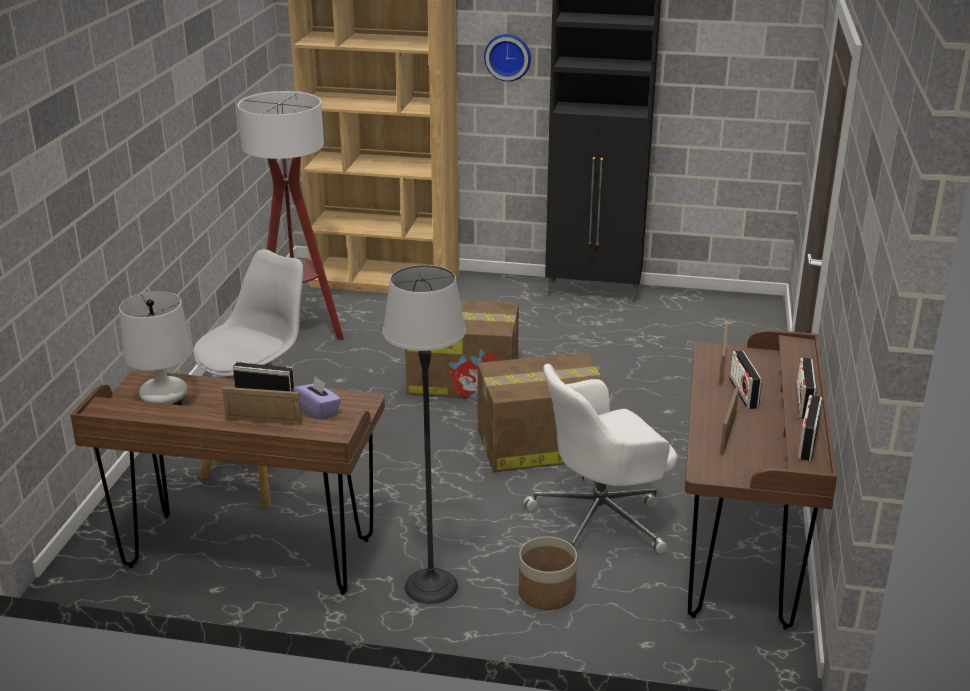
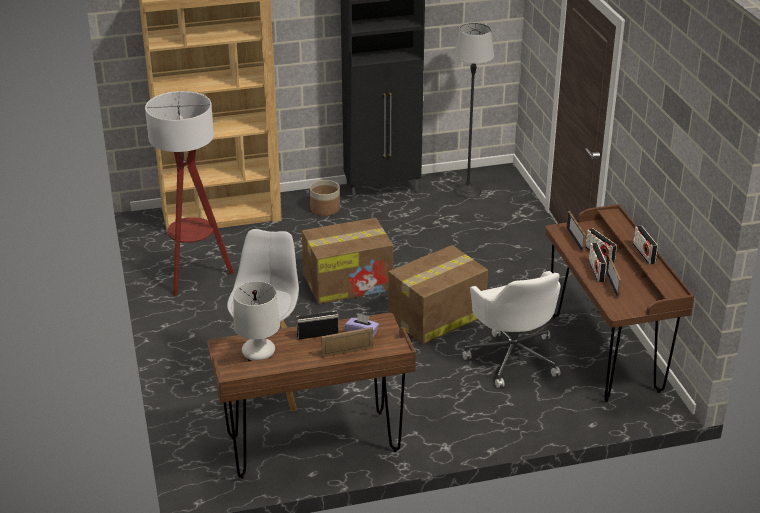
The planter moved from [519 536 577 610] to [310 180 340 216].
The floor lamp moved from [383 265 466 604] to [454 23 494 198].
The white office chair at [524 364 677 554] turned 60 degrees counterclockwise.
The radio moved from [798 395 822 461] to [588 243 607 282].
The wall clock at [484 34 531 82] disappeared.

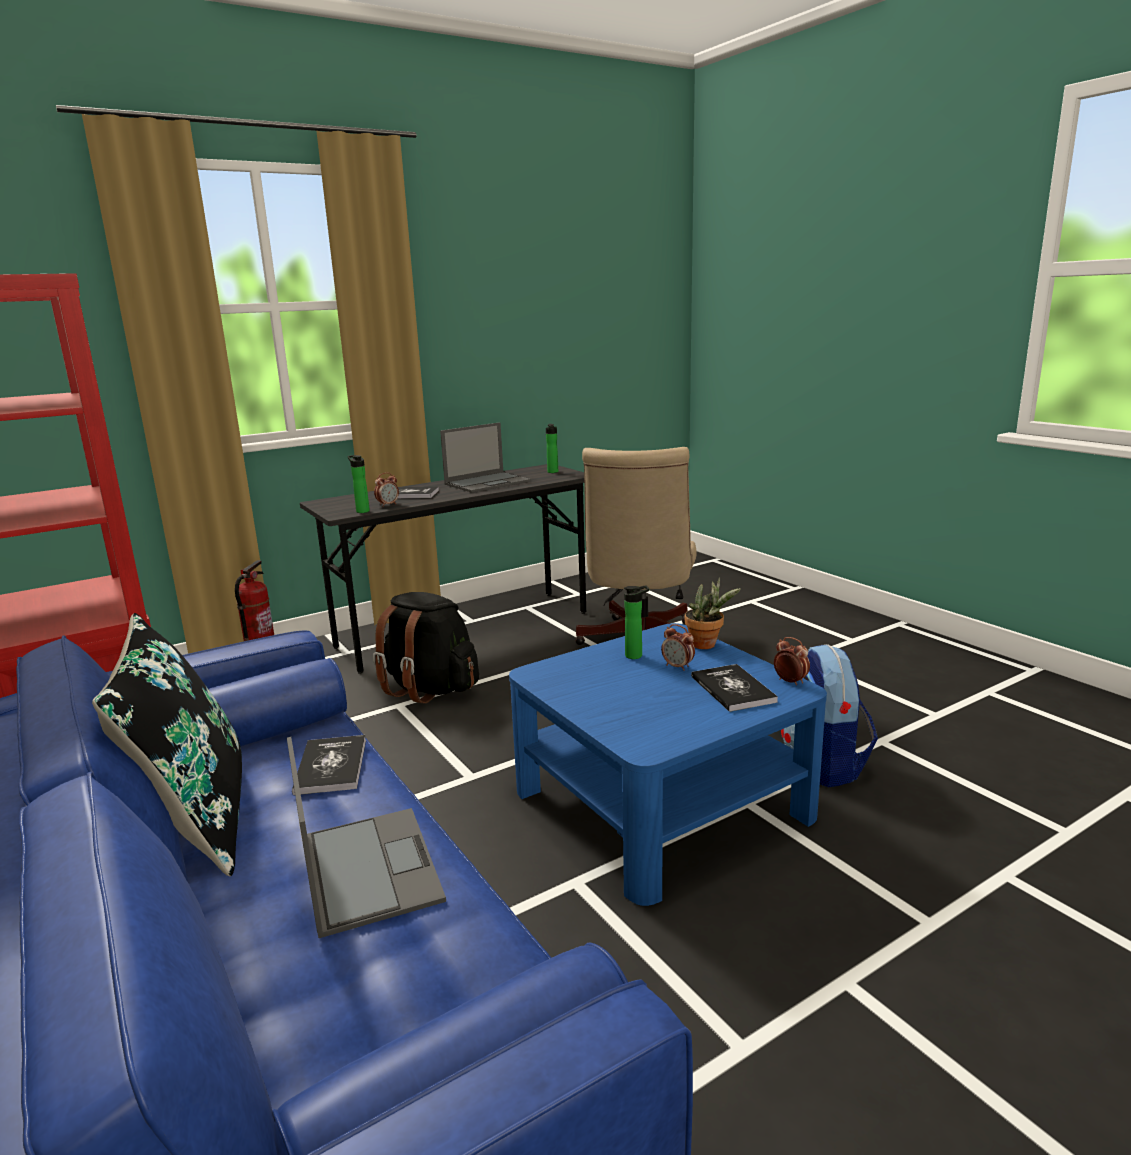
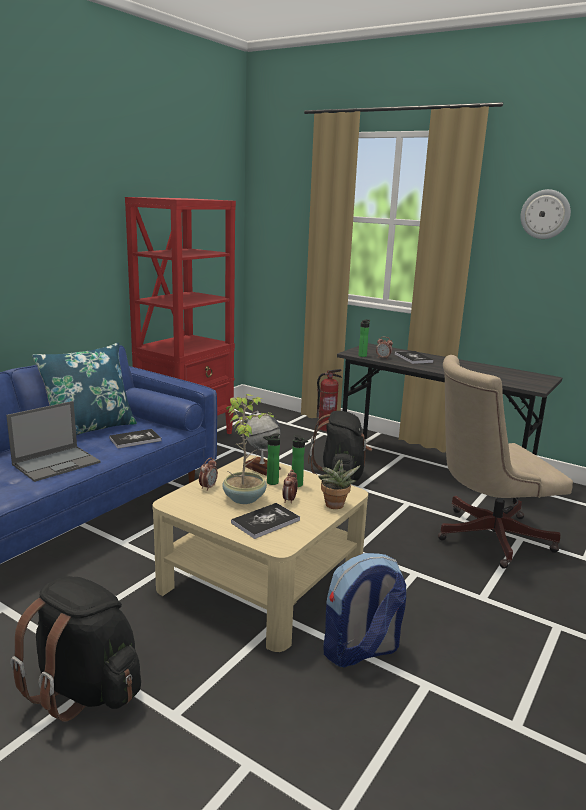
The black backpack at [10 576 141 722] appeared.
The black pillow at [92 613 242 876] became the blue pillow at [32 343 137 435].
The blue coffee table at [509 623 827 906] became the beige coffee table at [152 455 368 652].
The alarm clock moved from [774 637 810 685] to [199 458 218 491].
The potted plant at [222 394 275 504] appeared.
The globe at [245 411 281 476] appeared.
The bottle moved from [546 424 558 473] to [263 433 280 485].
The wall clock at [521 189 571 239] appeared.
The laptop at [440 422 531 493] disappeared.

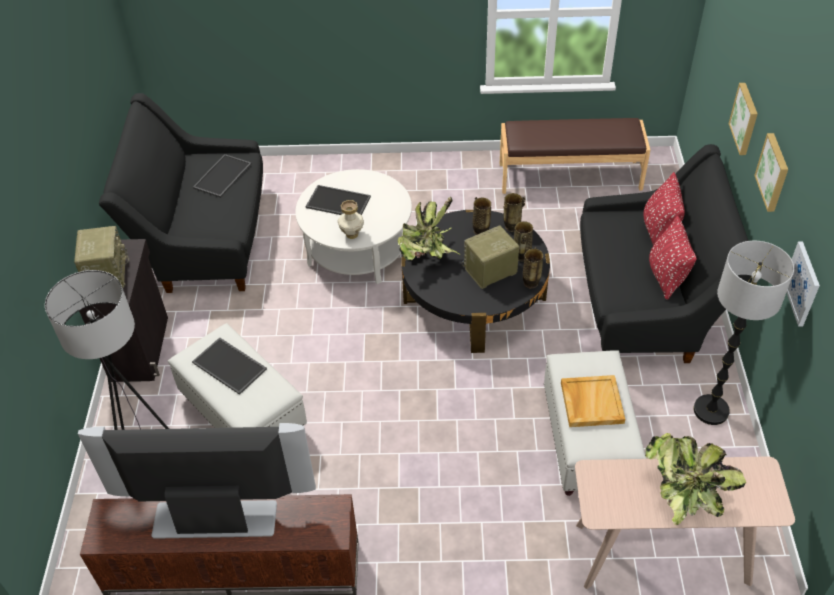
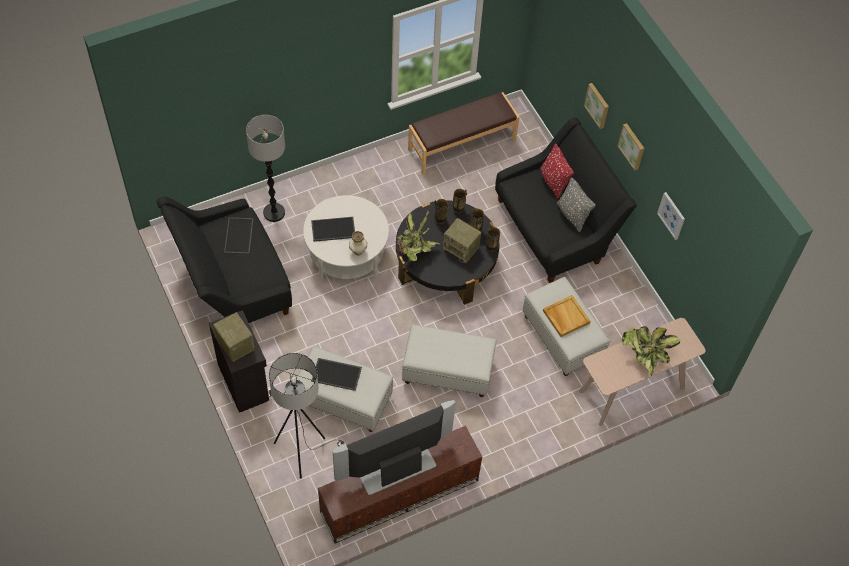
The floor lamp moved from [693 241 794 425] to [246 115 285 222].
The white ottoman at [402 324 496 397] appeared.
The radio at [462 225 519 289] turned 90 degrees counterclockwise.
The red pillow at [649 216 697 300] became the grey pillow at [556 177 596 232].

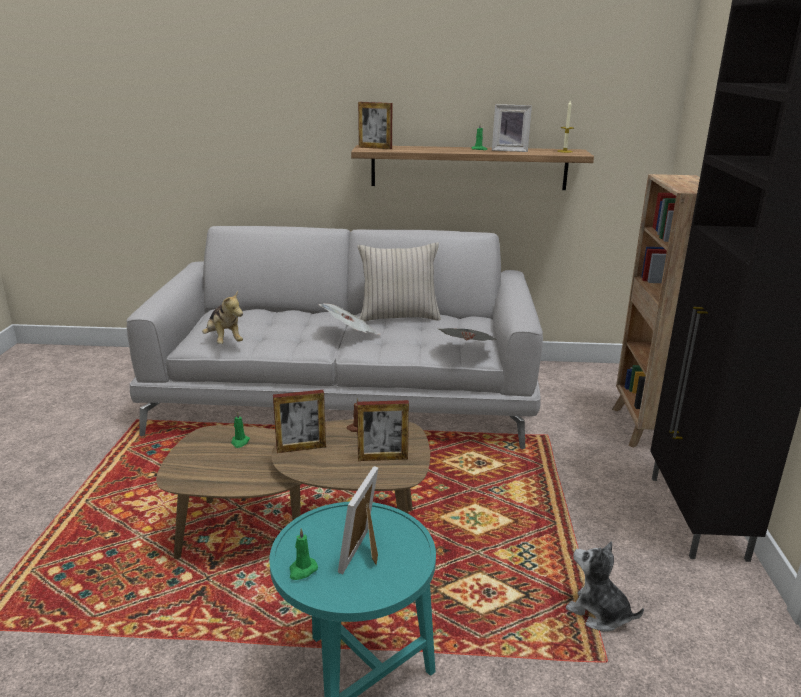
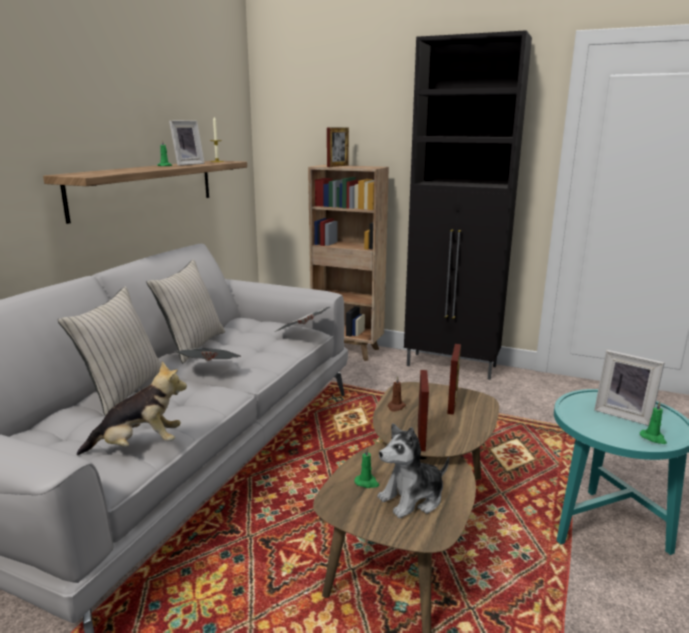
The beige pillow at [58 286 162 416] appeared.
The picture frame moved from [358 102 392 149] to [327 128 349 167].
The plush toy moved from [566 541 644 632] to [377 423 449 518].

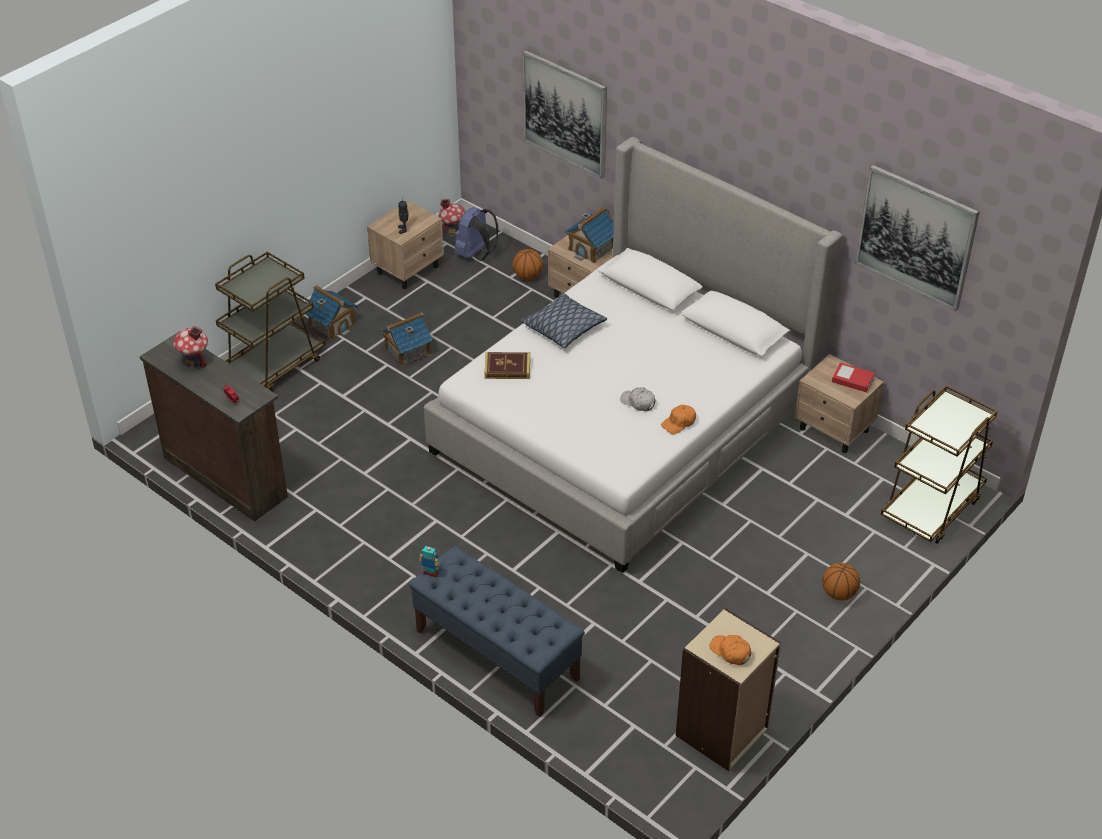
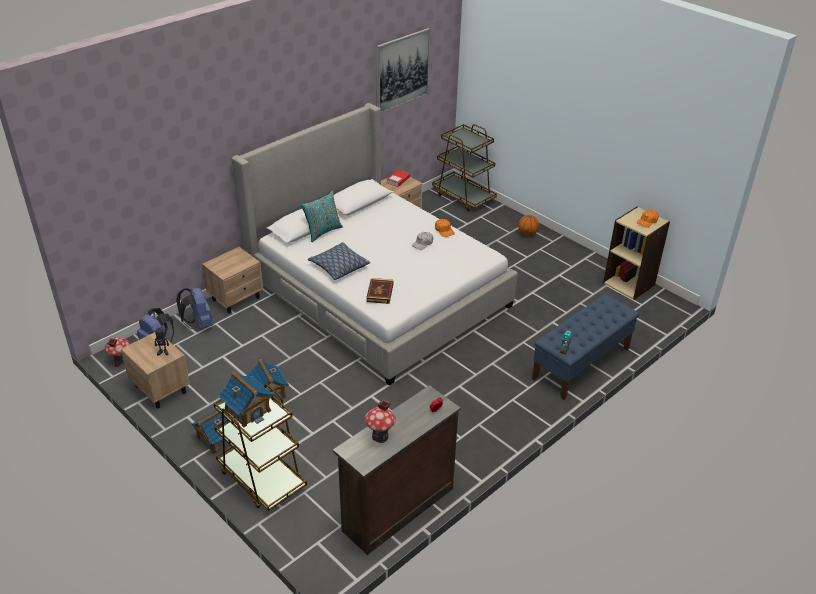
The basketball at [513 249 543 280] was replaced by the blue backpack at [176 288 214 329].
The toy house moved from [565 207 614 263] to [218 371 273 428].
The turquoise pillow at [301 190 343 242] appeared.
The picture at [522 50 607 179] disappeared.

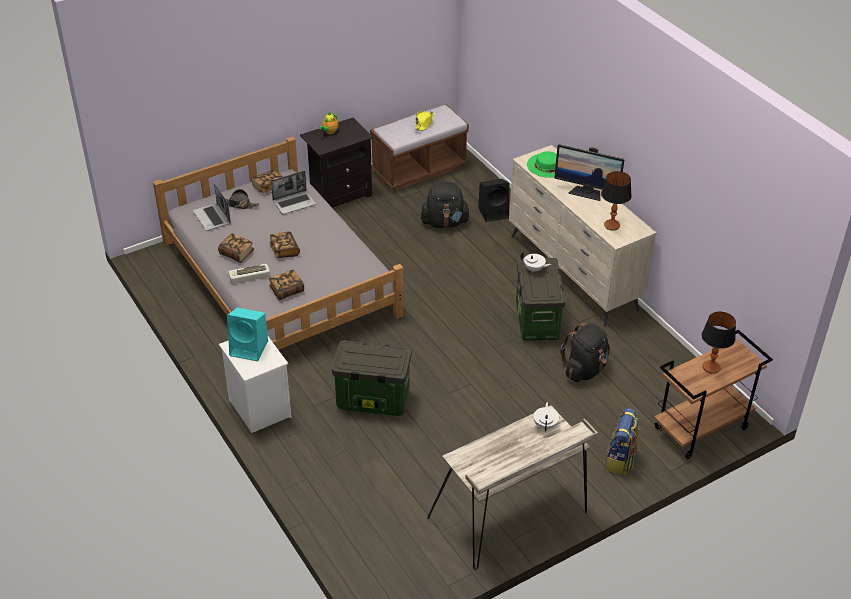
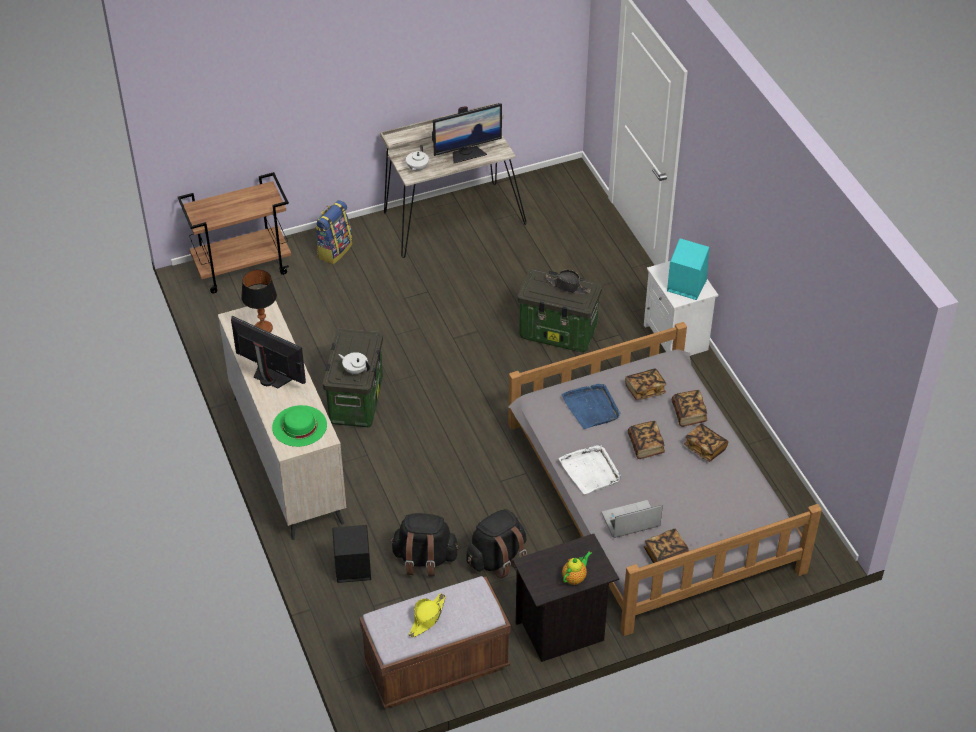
The monitor at [432 103 502 163] appeared.
The black backpack moved from [560 323 610 382] to [466 509 527 579].
The black hat moved from [226 189 259 209] to [545 270 591 294].
The white tray at [559 445 621 494] appeared.
The blue tray at [561 384 620 429] appeared.
The keyboard at [228 264 270 284] was replaced by the book at [672 390 707 427].
The laptop at [193 183 231 231] disappeared.
The table lamp at [702 312 736 374] disappeared.

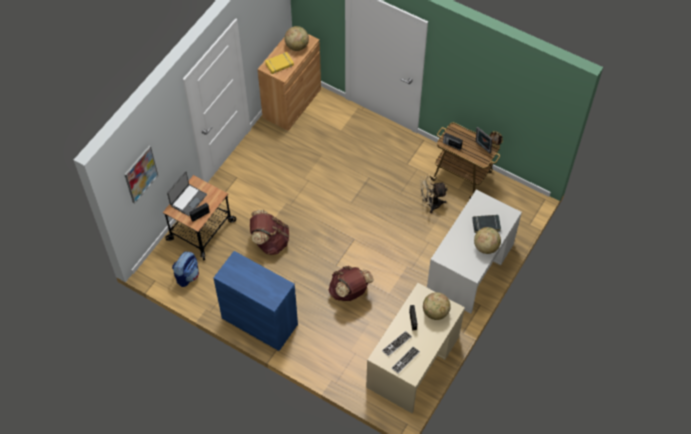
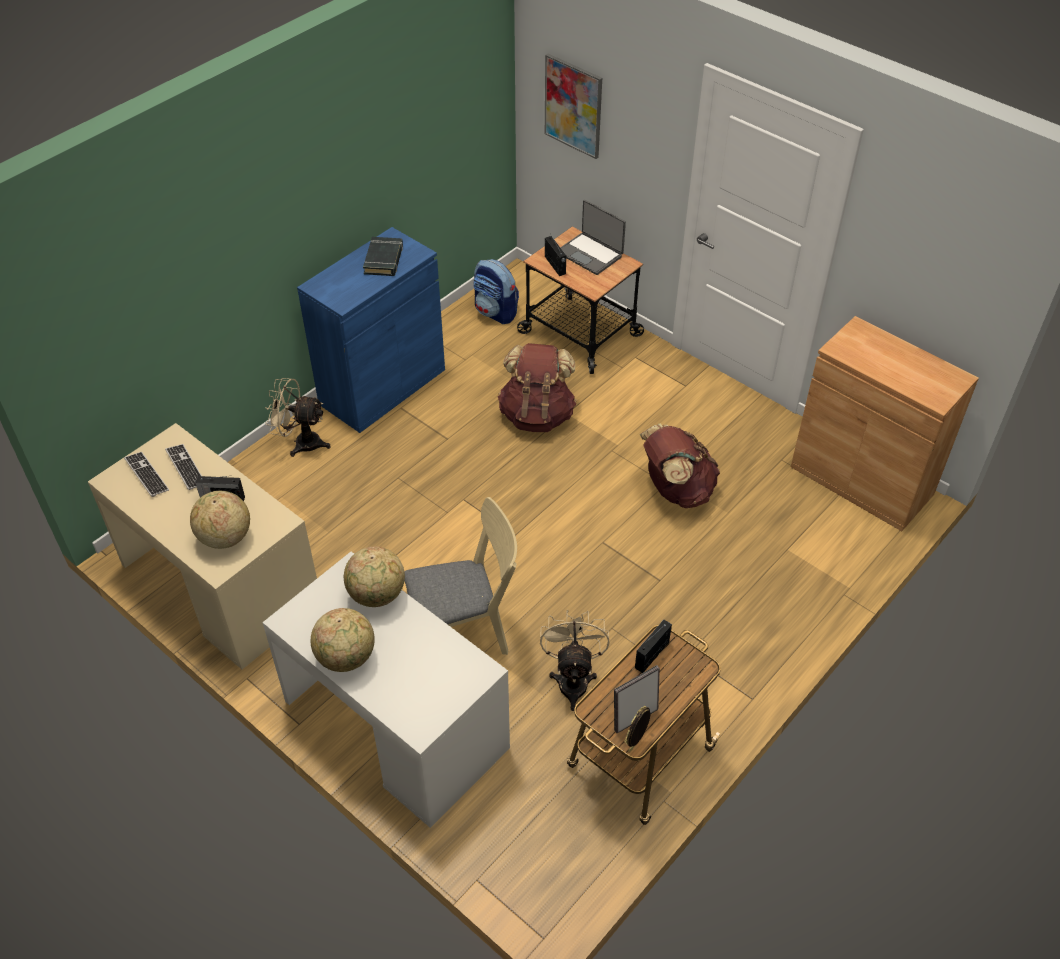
The beige fan at [265 378 331 457] appeared.
The globe moved from [284 26 309 51] to [344 546 405 607].
The black book moved from [472 214 501 233] to [363 237 403 276].
The beige chair at [404 497 517 655] appeared.
The brown backpack moved from [328 266 374 301] to [640 424 720 508].
The yellow book at [265 52 294 74] disappeared.

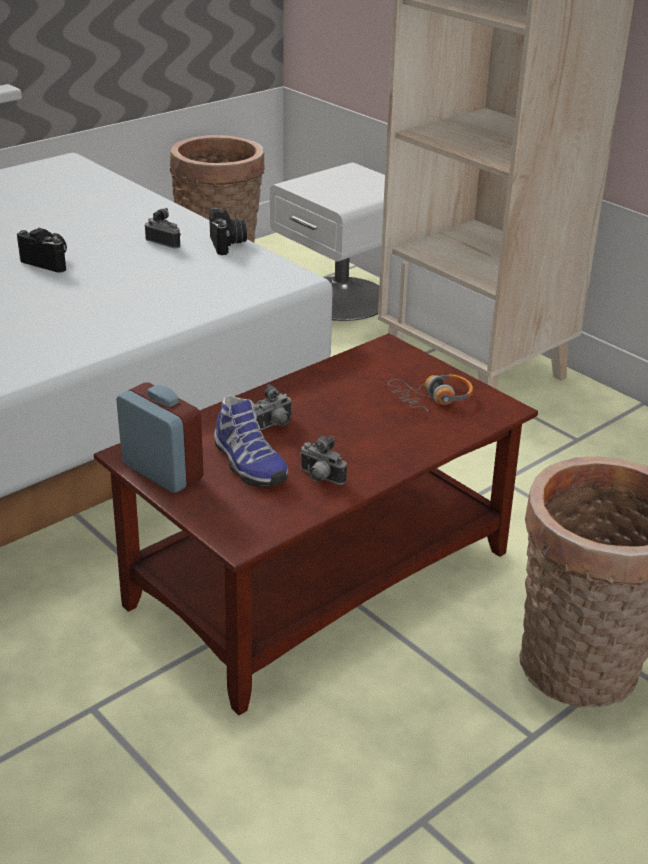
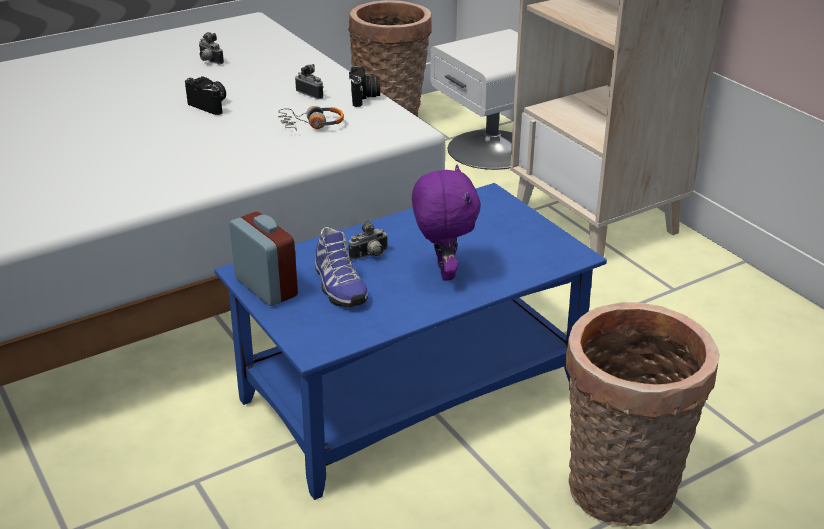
The photo camera moved from [300 436 347 485] to [199 32 224 64].
The brown coffee table at [94 333 538 715] became the blue coffee table at [215 183 607 500].
The headphones moved from [388 374 473 411] to [278 106 344 131].
The purple plush toy at [412 165 481 281] appeared.

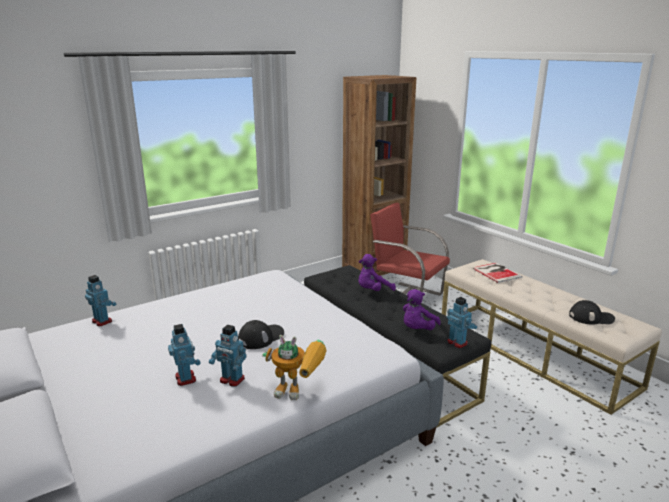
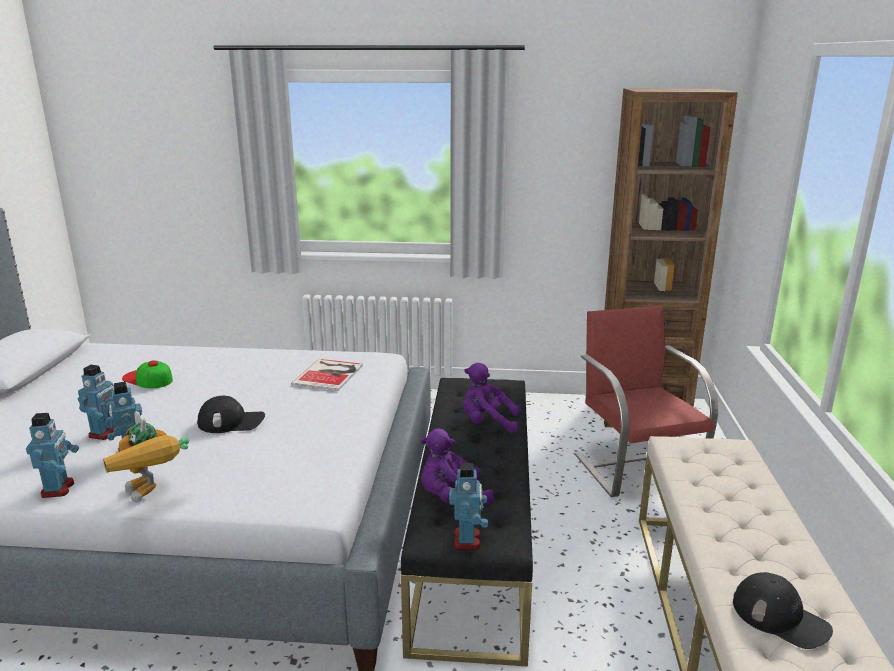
The toy robot moved from [85 275 116 326] to [26 413 79 498].
The cap at [122 360 173 388] appeared.
The book moved from [473 263 523 283] to [291 359 363 391].

